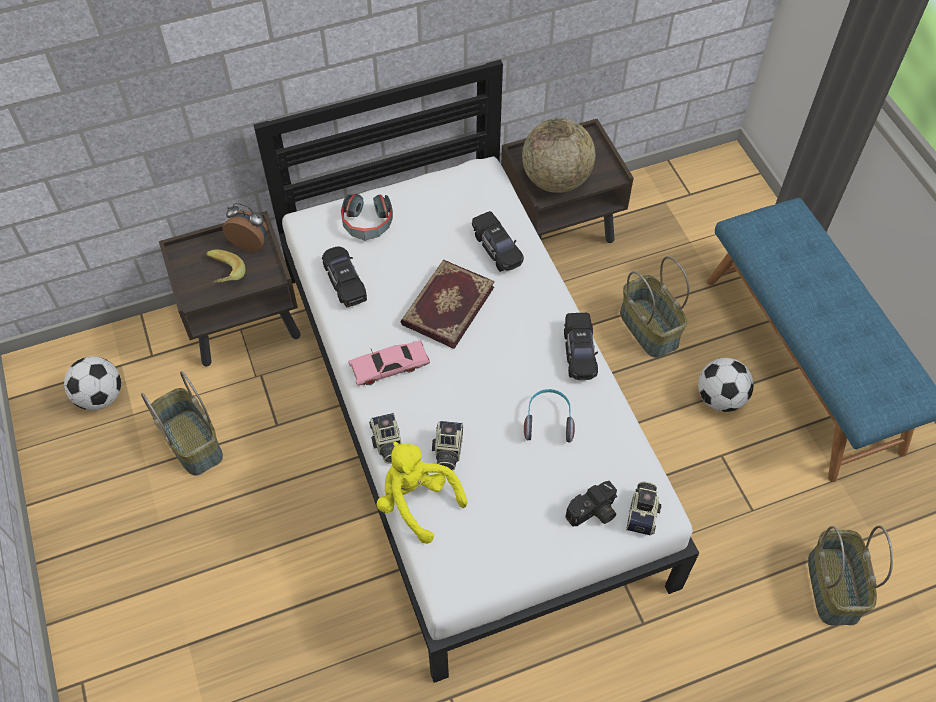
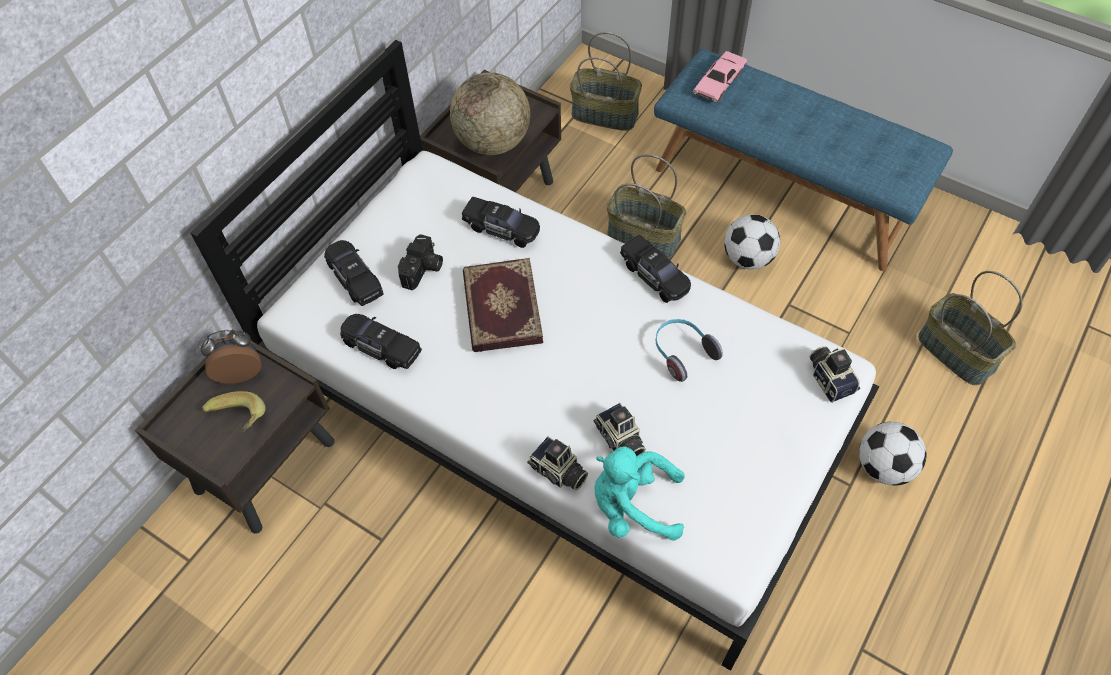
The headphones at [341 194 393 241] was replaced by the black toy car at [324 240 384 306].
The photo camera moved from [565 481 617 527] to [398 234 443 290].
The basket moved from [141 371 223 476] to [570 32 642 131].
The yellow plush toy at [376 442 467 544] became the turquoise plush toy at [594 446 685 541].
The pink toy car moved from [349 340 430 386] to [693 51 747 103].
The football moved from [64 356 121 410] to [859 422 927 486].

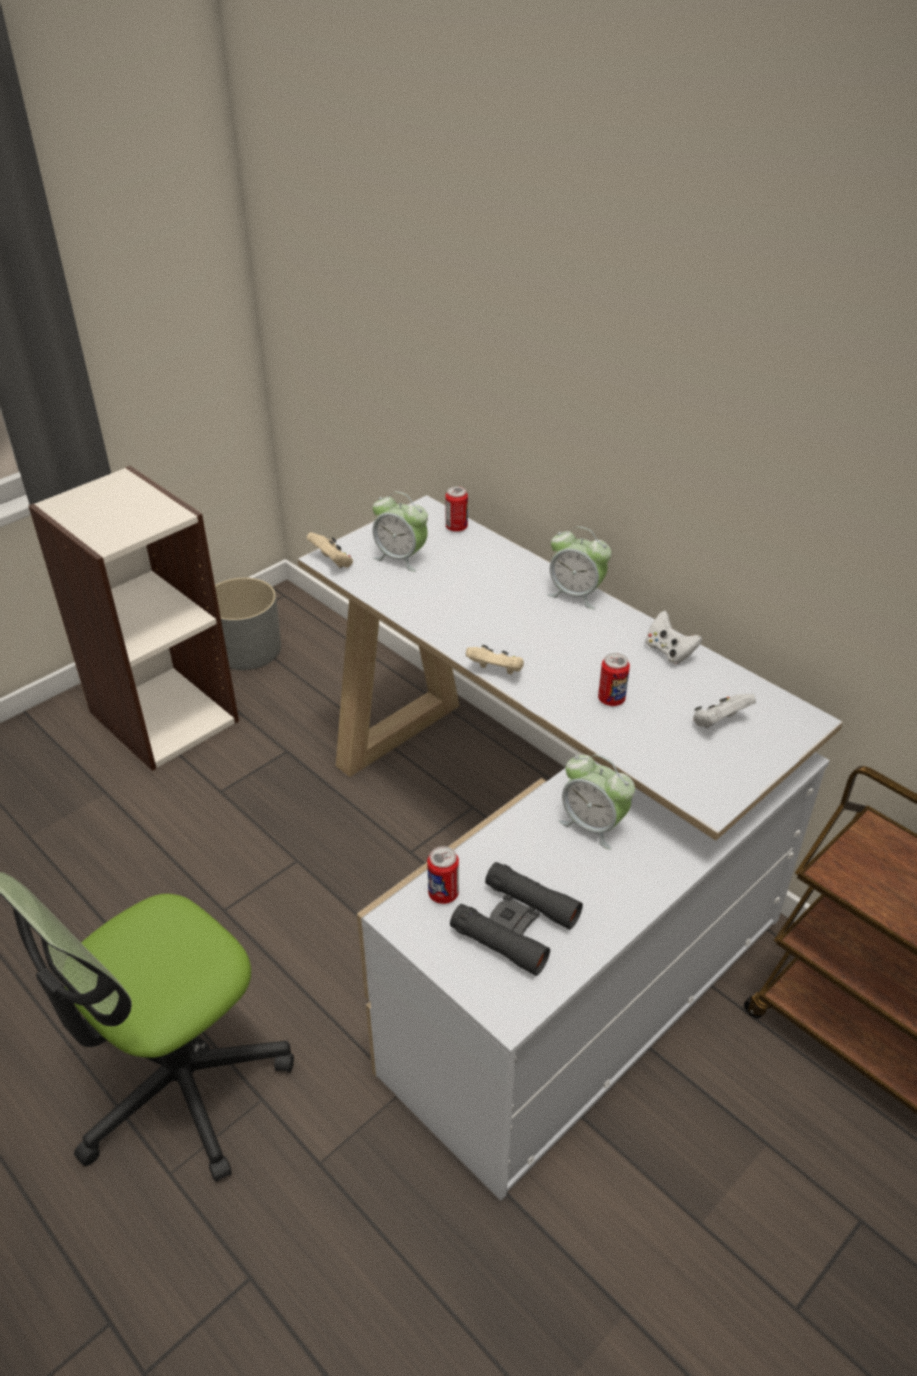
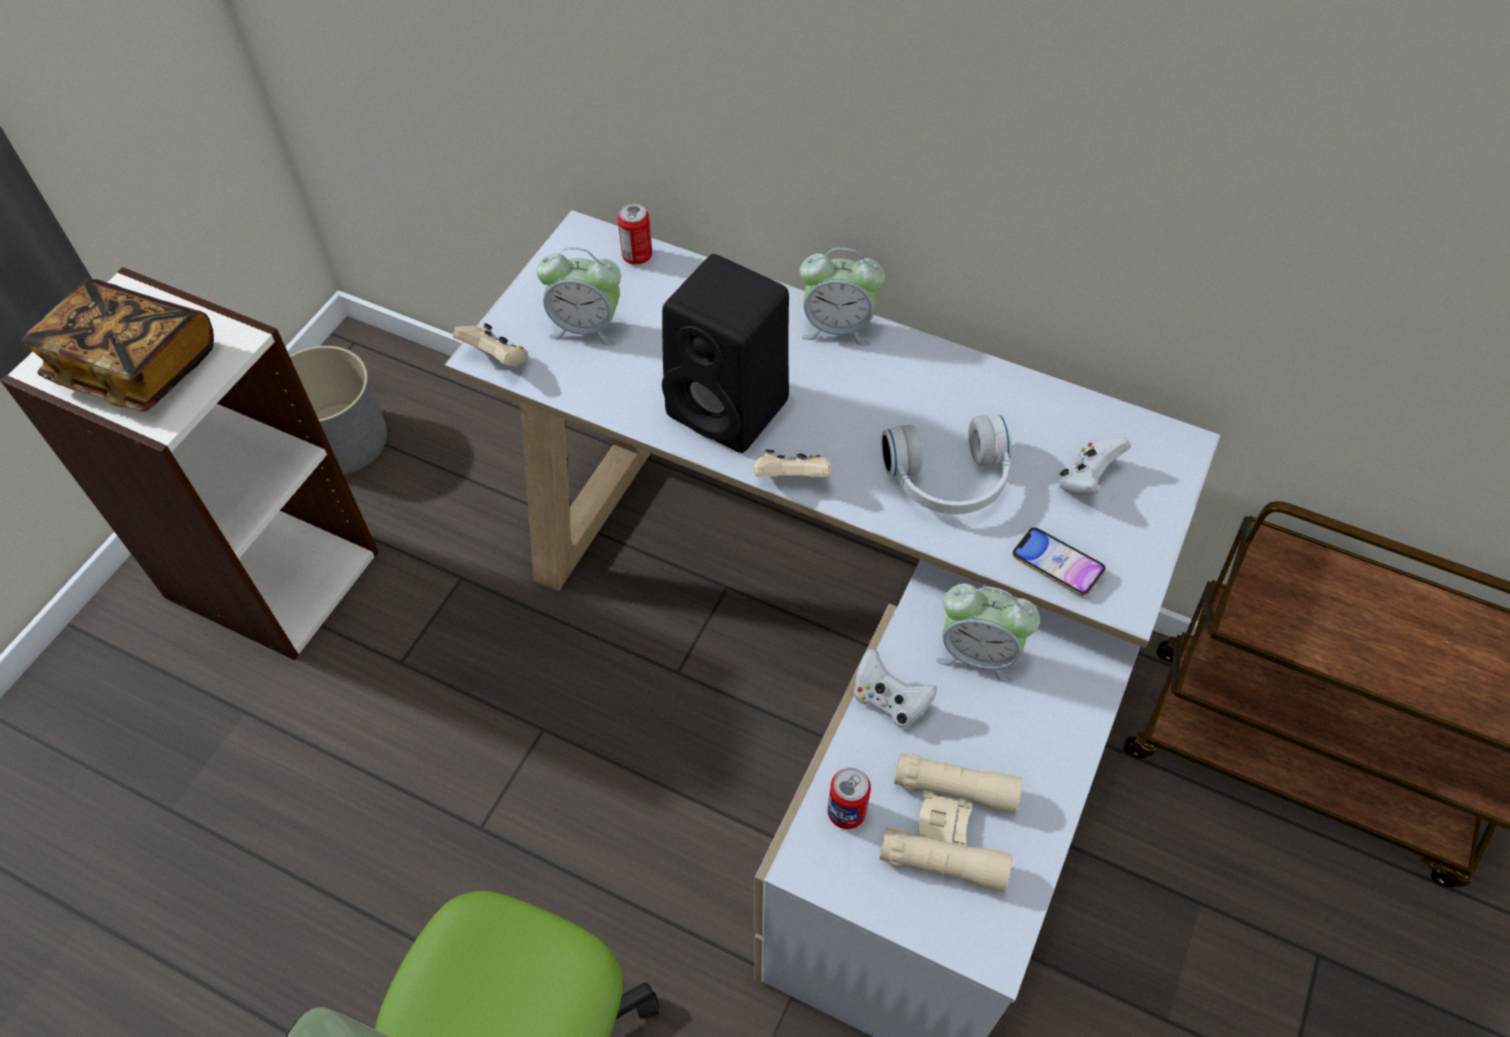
The book at [21 279 214 412] appeared.
The black speaker at [662 254 789 453] appeared.
The white game controller moved from [645 611 702 664] to [854 648 937 729].
The black binoculars at [450 862 583 976] became the beige binoculars at [879 753 1022 892].
The can at [598 653 630 706] was replaced by the white headphones at [881 415 1012 514].
The phone at [1012 527 1106 596] appeared.

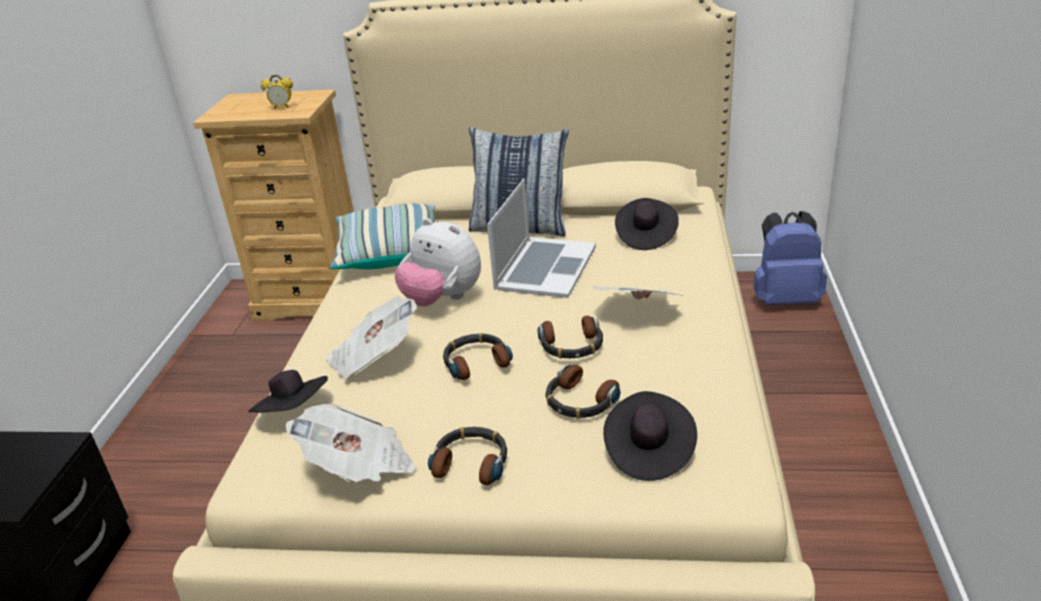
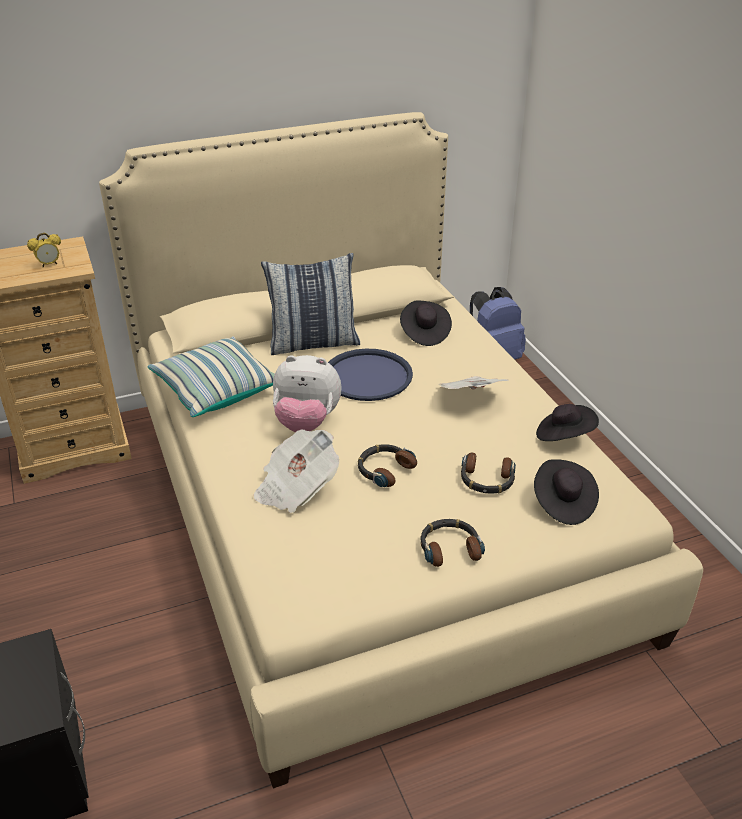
The laptop at [487 179 596 298] was replaced by the blue tray at [328 349 413 401].
The black hat moved from [248 370 328 413] to [536 404 599 441].
The newspaper at [286 404 417 483] disappeared.
The headphones at [537 316 603 359] disappeared.

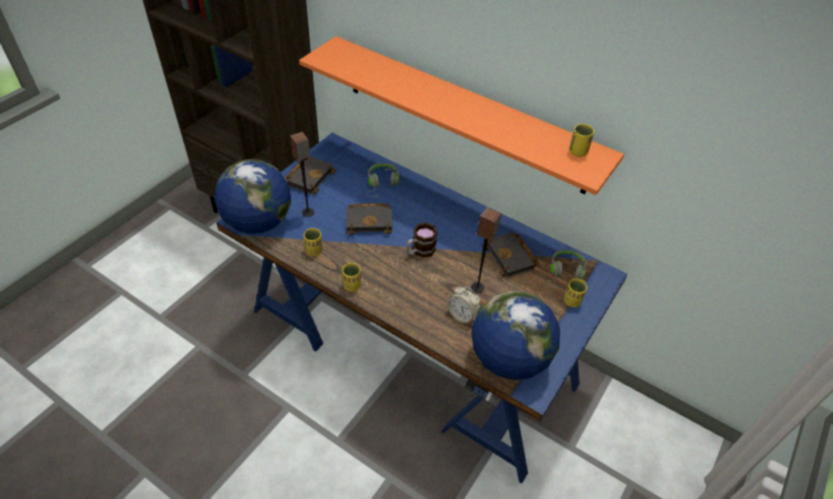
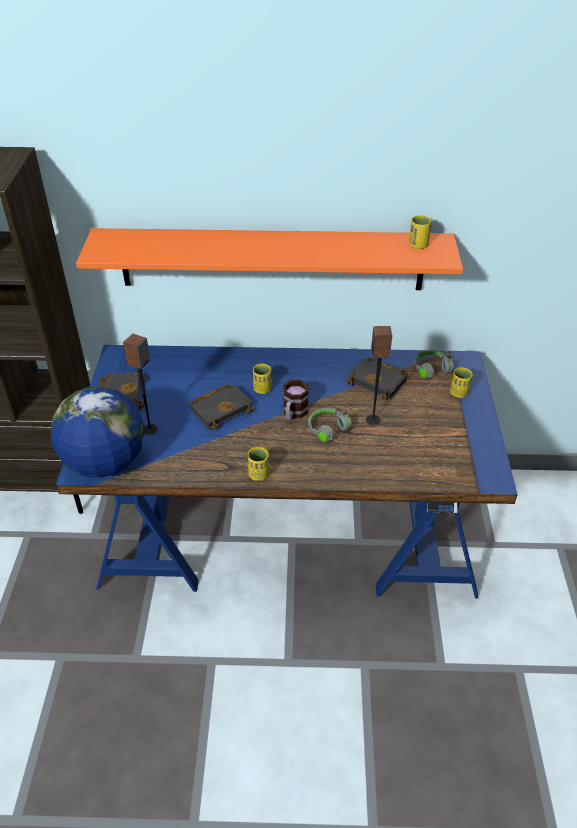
The yellow cup moved from [304 228 322 256] to [253 364 272 394].
The grey headphones moved from [366 163 400 197] to [308 408 352 455].
The alarm clock at [447 285 481 325] disappeared.
The globe at [471 291 560 380] disappeared.

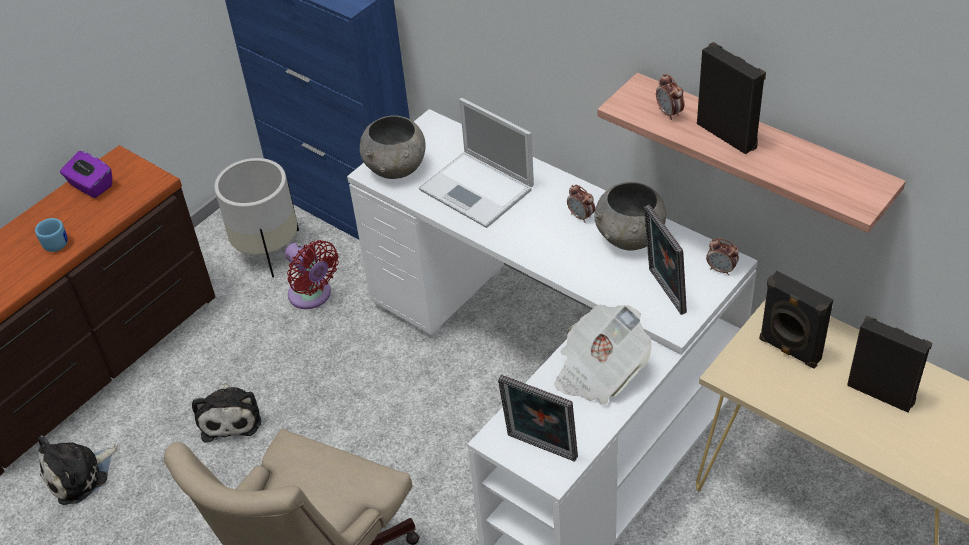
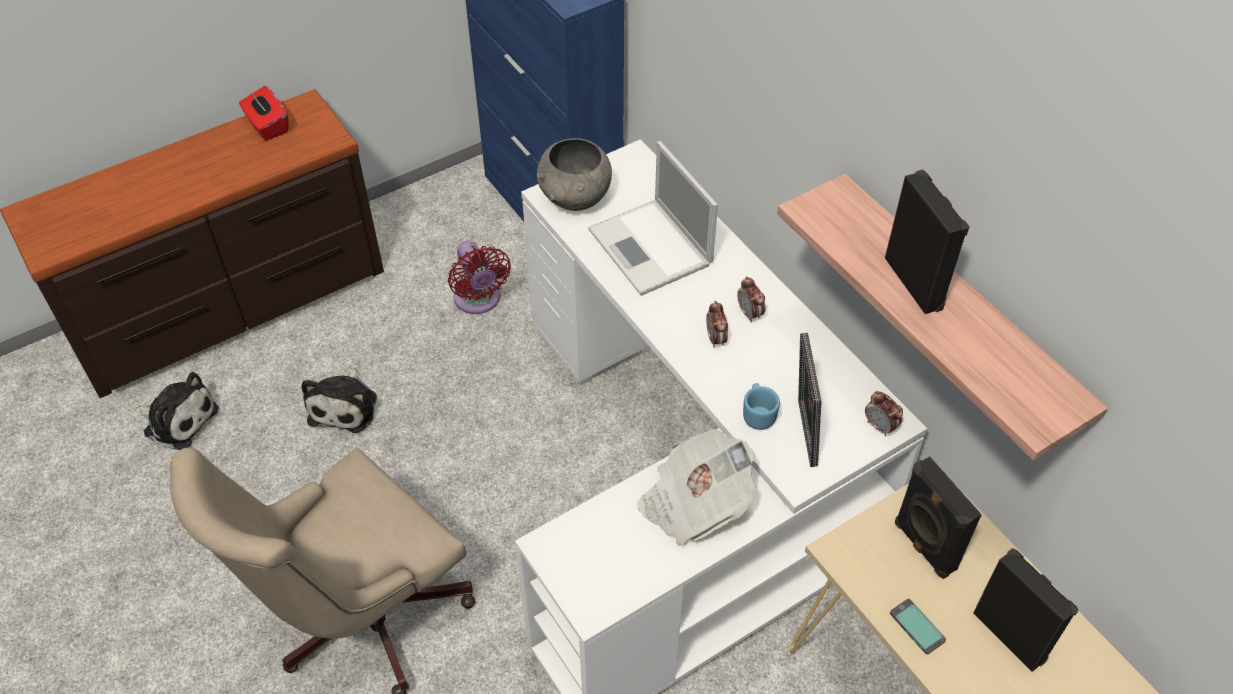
The plush toy at [38 435 118 505] turned 135 degrees counterclockwise.
The purple tissue box at [60 151 112 198] became the red tissue box at [239 86 289 141].
The alarm clock moved from [656 74 684 120] to [706 301 728 348].
The blue mug moved from [35 218 68 252] to [743 383 780 430].
The phone at [890 599 946 654] appeared.
The white planter at [214 158 299 277] disappeared.
The picture frame at [498 375 578 462] disappeared.
The grey bowl at [595 182 666 250] disappeared.

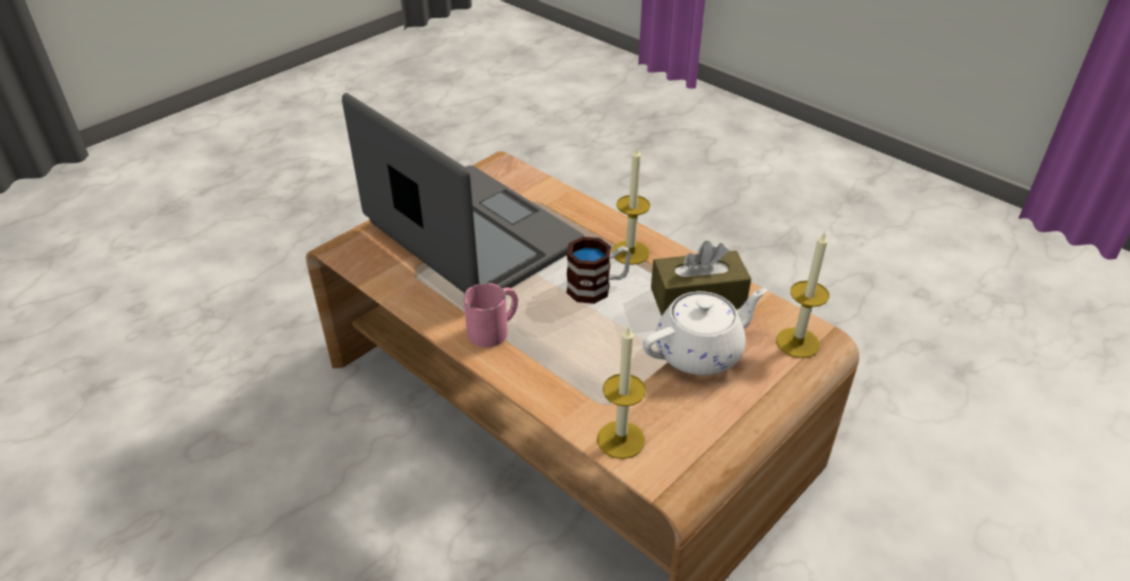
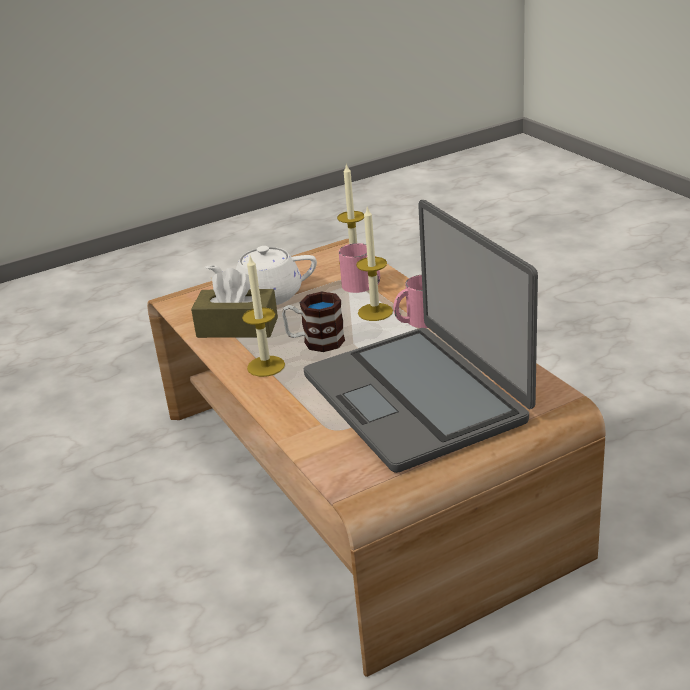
The pink mug at [339 243 380 293] appeared.
The candle moved from [776 231 829 358] to [356 207 393 321].

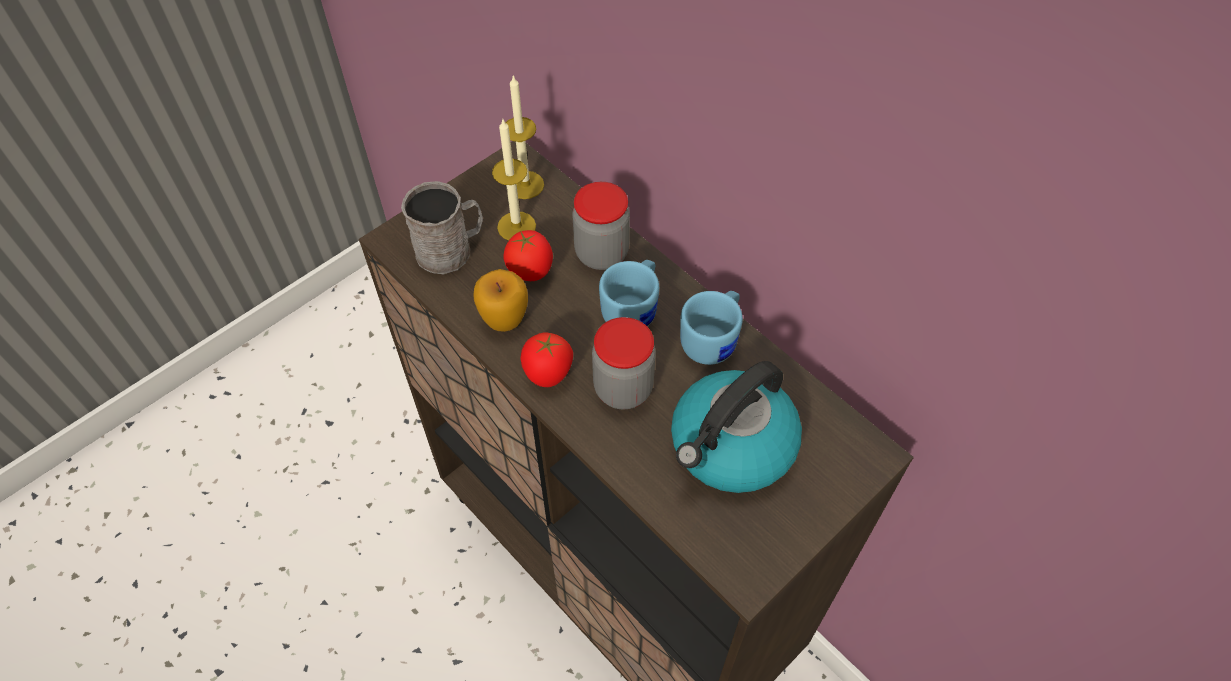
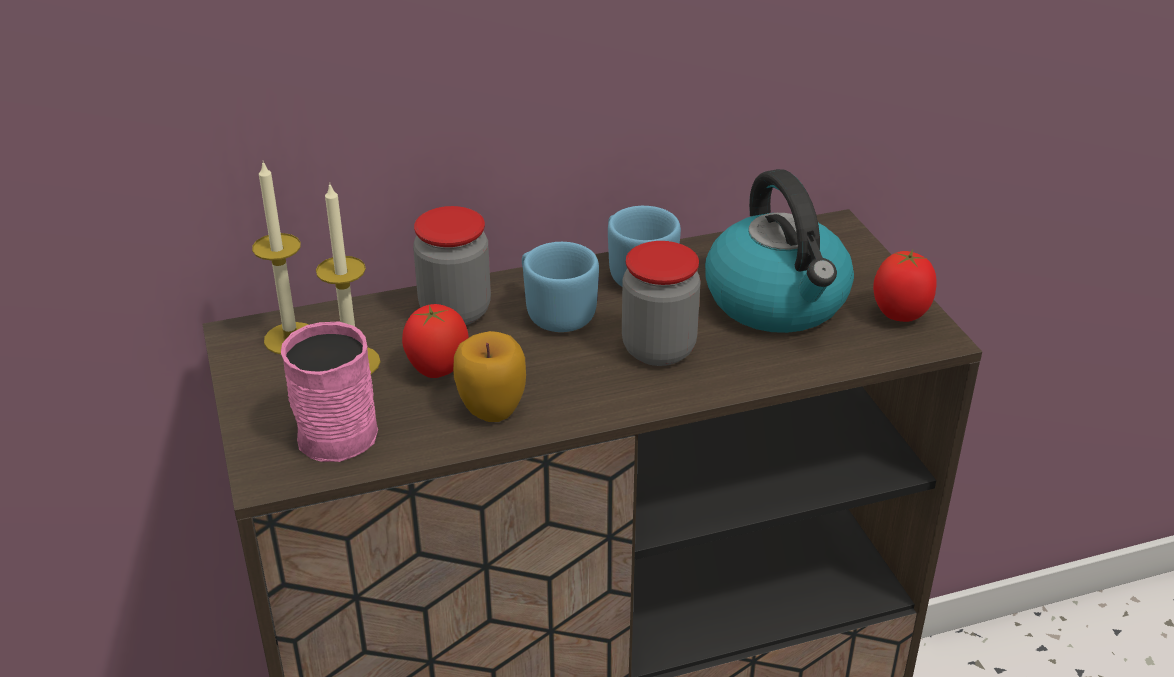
The grey mug at [401 181 483 274] became the pink mug at [281 321 378 462].
The tomato moved from [520 333 573 387] to [873 250 937 322].

